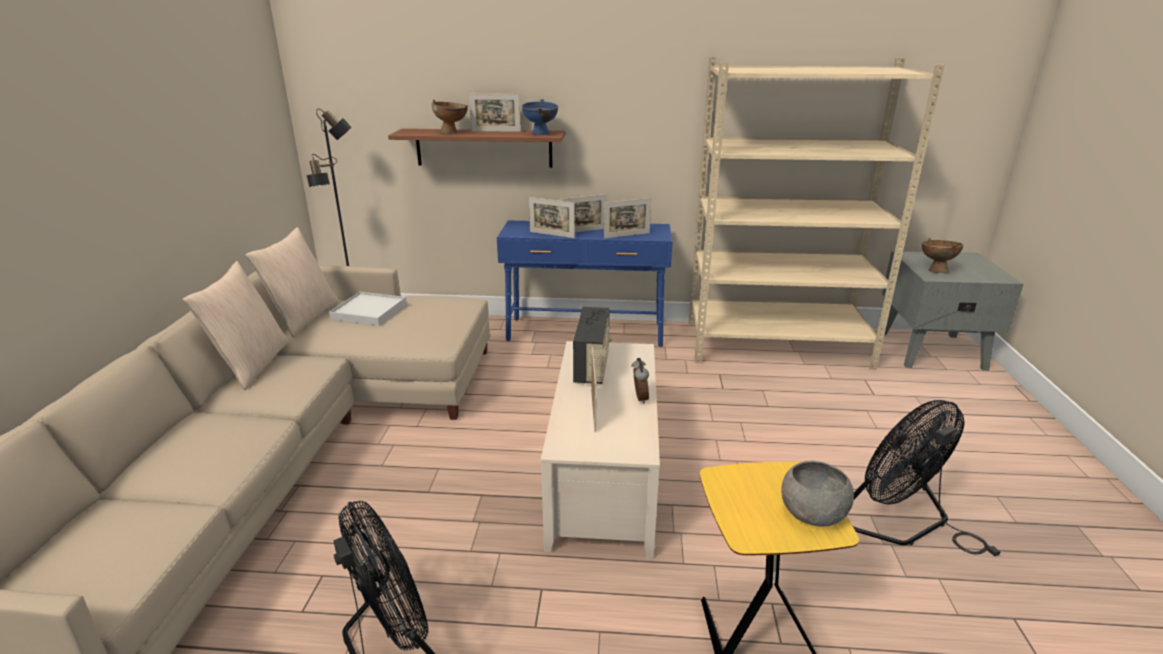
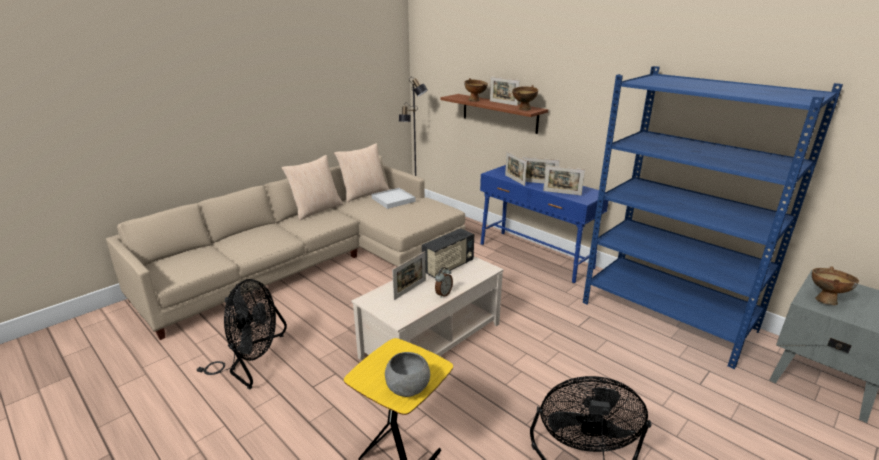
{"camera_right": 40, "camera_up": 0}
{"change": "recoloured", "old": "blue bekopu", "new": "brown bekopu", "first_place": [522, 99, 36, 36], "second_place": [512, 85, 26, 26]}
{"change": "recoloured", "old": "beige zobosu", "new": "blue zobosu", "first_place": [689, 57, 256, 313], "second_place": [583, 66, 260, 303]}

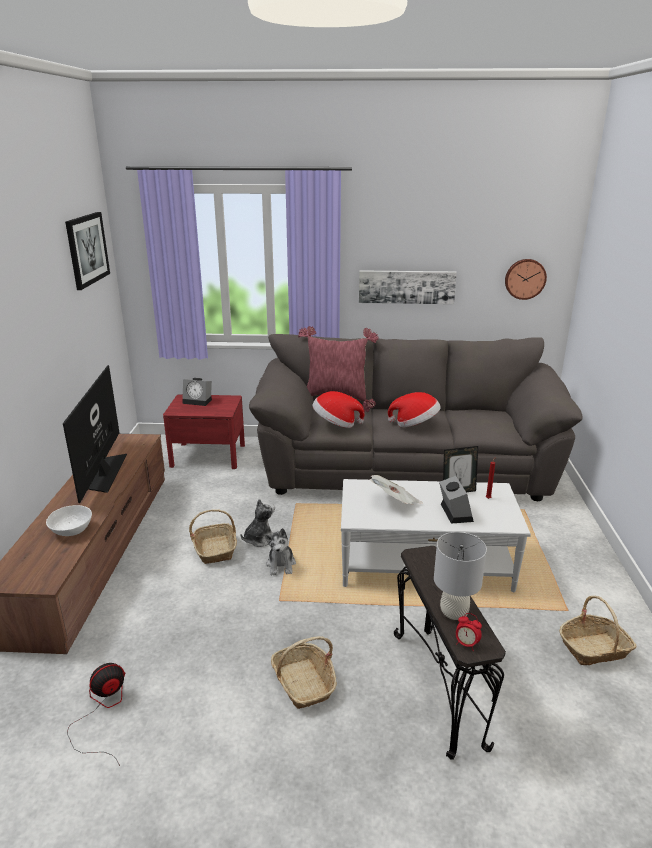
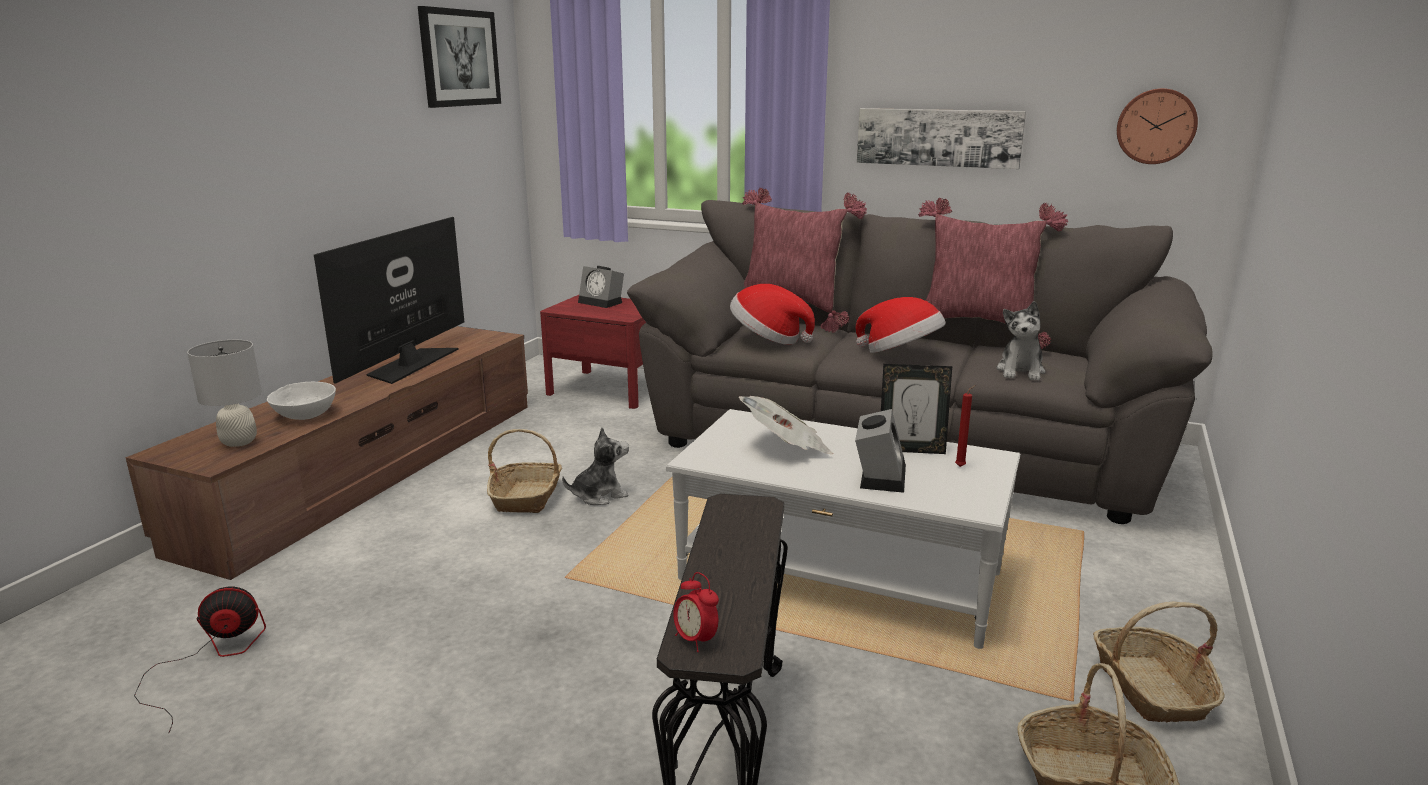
{"camera_right": 20, "camera_up": -5}
{"change": "added", "new": "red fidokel", "second_place": [918, 198, 150, 150]}
{"change": "moved", "old": "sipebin", "first_place": [264, 528, 32, 47], "second_place": [996, 301, 50, 80]}
{"change": "moved", "old": "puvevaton", "first_place": [271, 636, 66, 73], "second_place": [1093, 601, 132, 122]}
{"change": "moved", "old": "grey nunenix", "first_place": [434, 532, 53, 88], "second_place": [187, 340, 75, 107]}

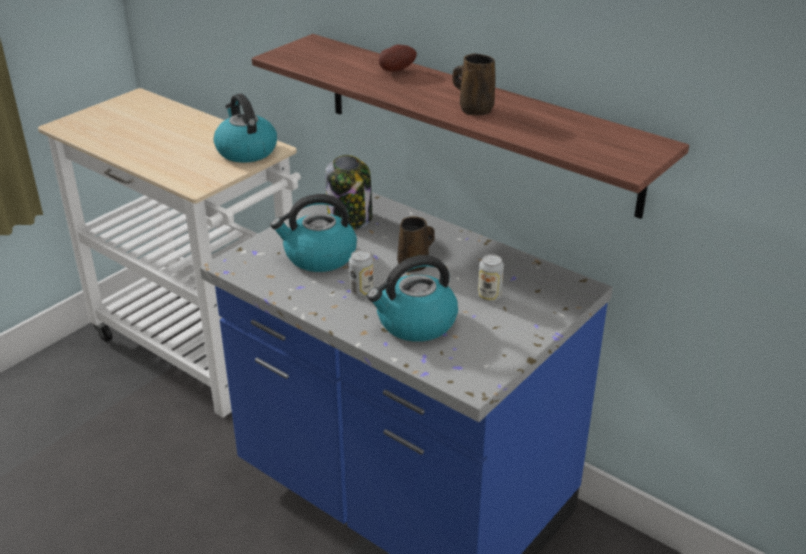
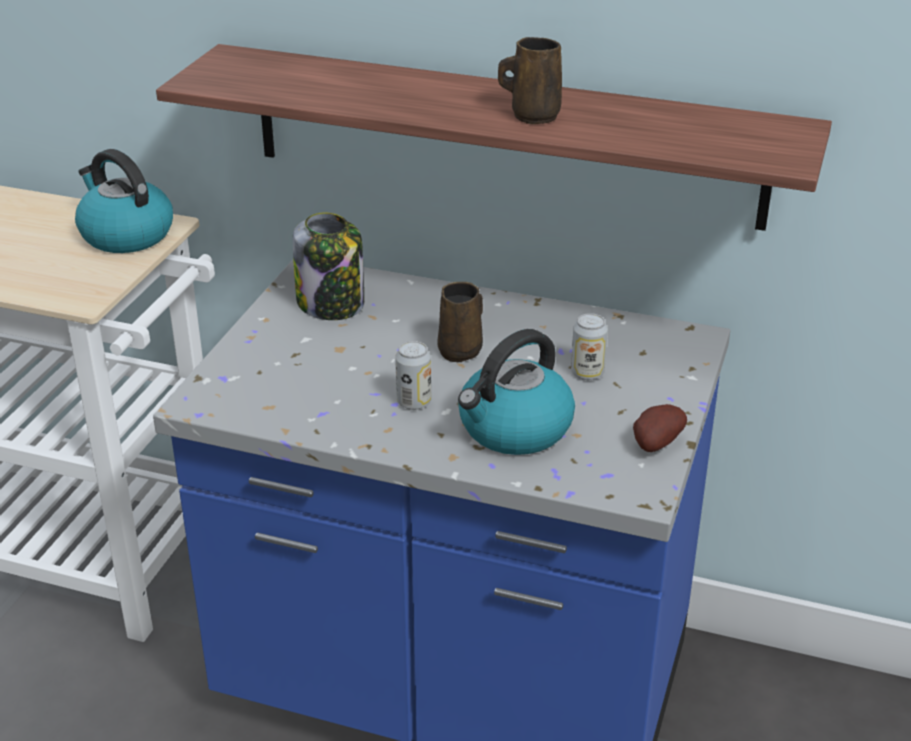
{"camera_right": -20, "camera_up": 0}
{"change": "removed", "old": "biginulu", "first_place": [270, 194, 87, 78]}
{"change": "moved", "old": "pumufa", "first_place": [379, 44, 38, 27], "second_place": [633, 404, 54, 48]}

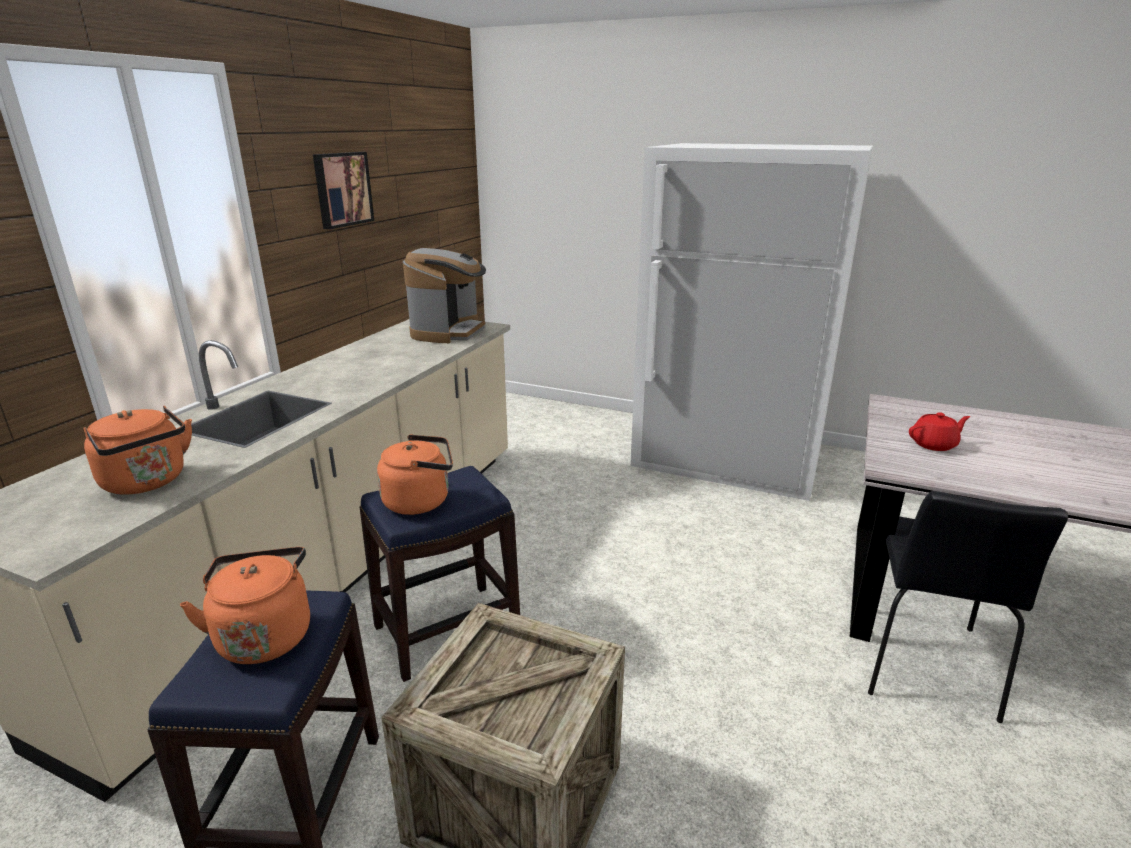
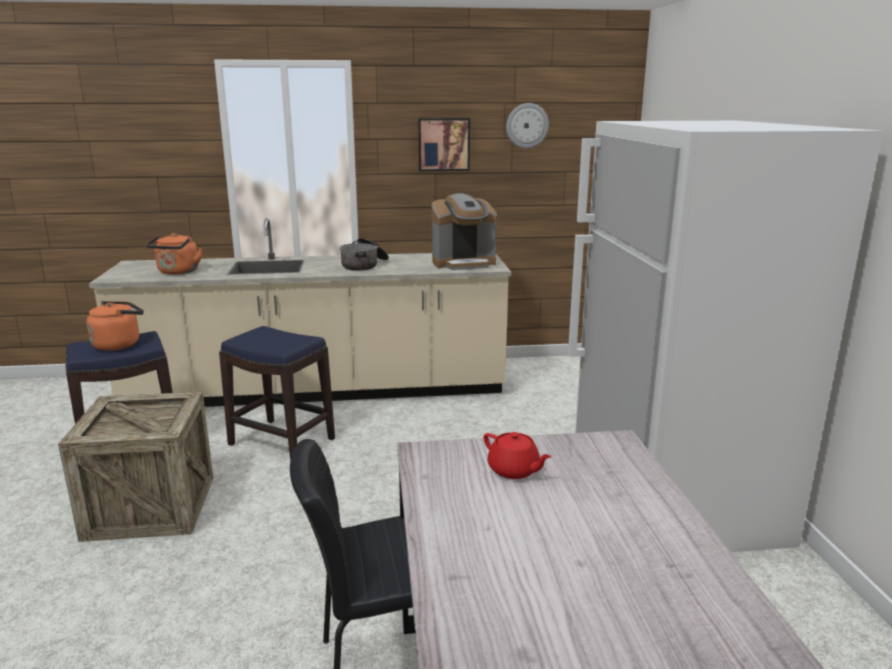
{"camera_right": 60, "camera_up": -5}
{"change": "removed", "old": "orange biginulu", "first_place": [377, 435, 76, 80]}
{"change": "added", "new": "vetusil", "second_place": [340, 238, 49, 33]}
{"change": "added", "new": "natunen", "second_place": [506, 103, 43, 45]}

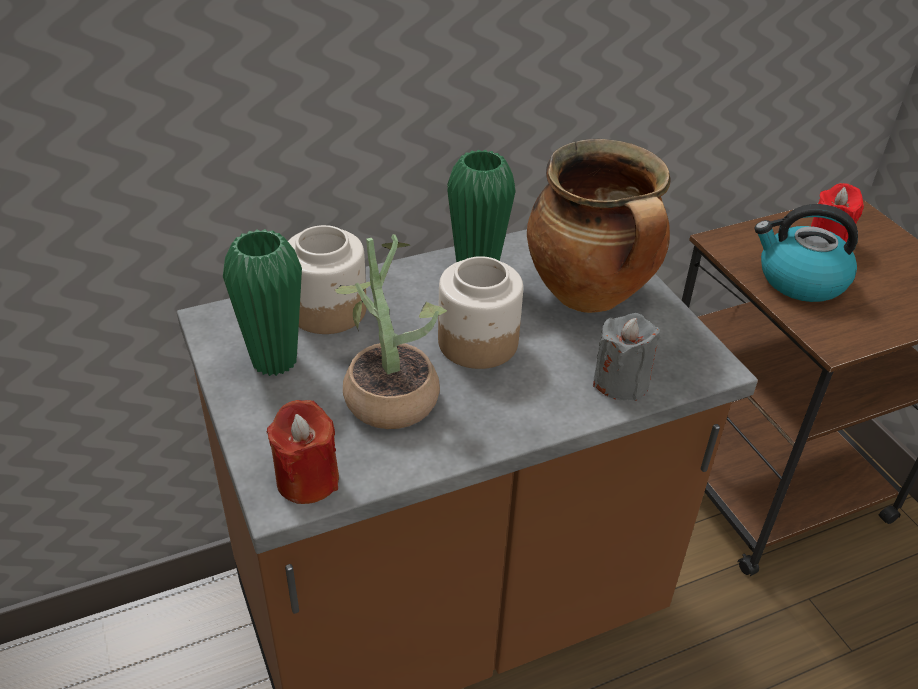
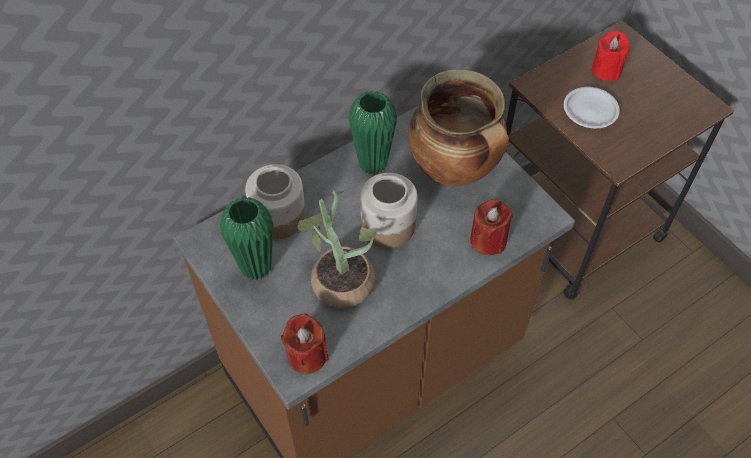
{"camera_right": -10, "camera_up": 15}
{"change": "replaced", "old": "biginulu", "new": "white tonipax", "first_place": [755, 204, 103, 98], "second_place": [564, 87, 56, 41]}
{"change": "recoloured", "old": "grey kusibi", "new": "red kusibi", "first_place": [593, 313, 67, 88], "second_place": [470, 199, 43, 56]}

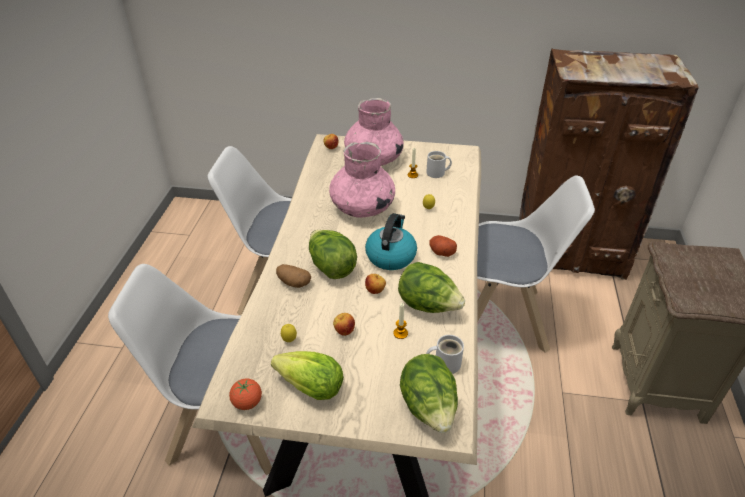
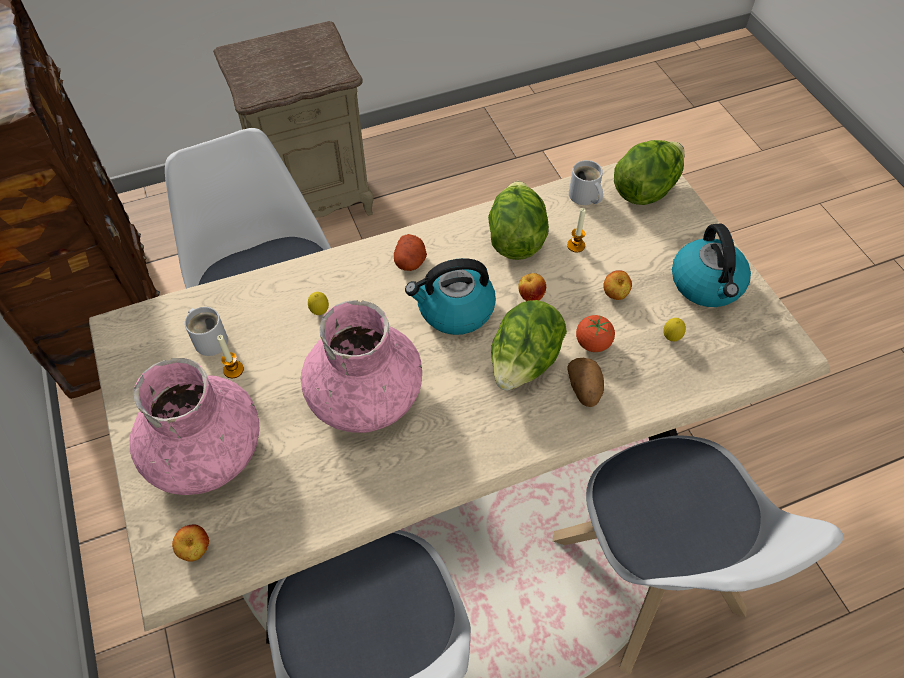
{"camera_right": -120, "camera_up": 15}
{"change": "moved", "old": "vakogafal", "first_place": [229, 379, 33, 31], "second_place": [576, 315, 39, 37]}
{"change": "replaced", "old": "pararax", "new": "biginulu", "first_place": [271, 351, 73, 49], "second_place": [672, 223, 79, 84]}

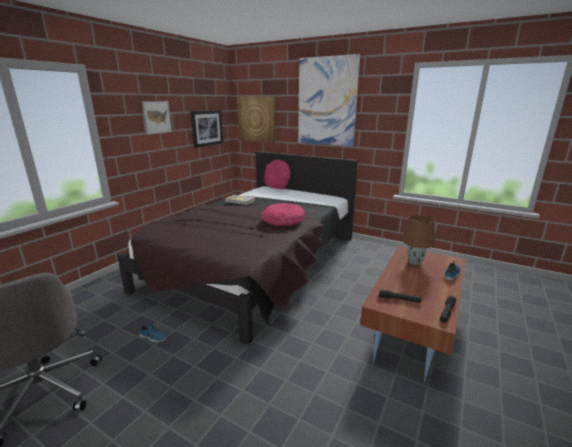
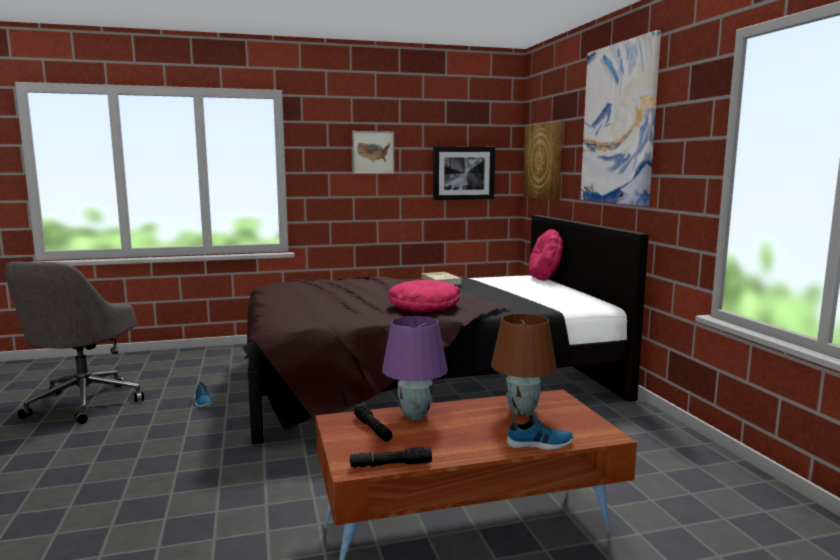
{"camera_right": 45, "camera_up": -10}
{"change": "added", "new": "purple nunenix", "second_place": [382, 316, 66, 104]}

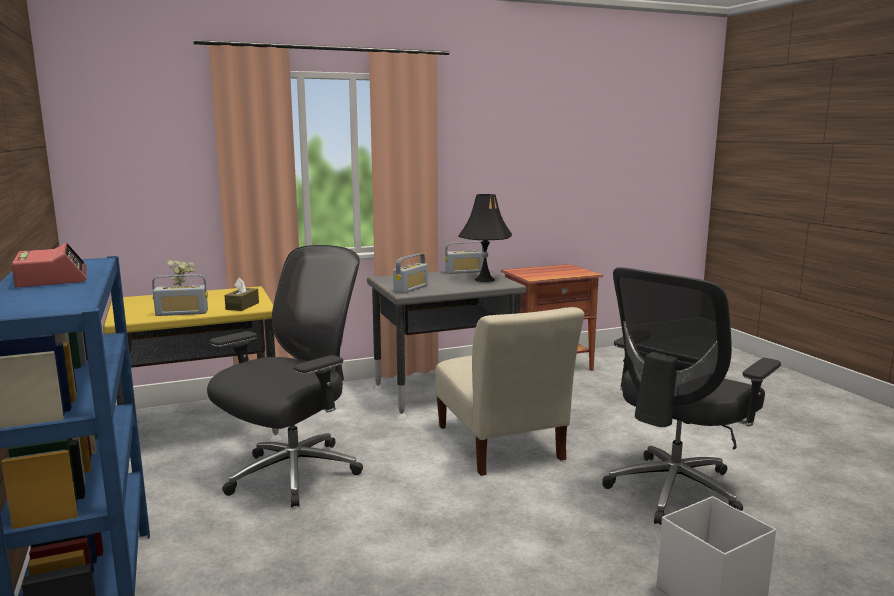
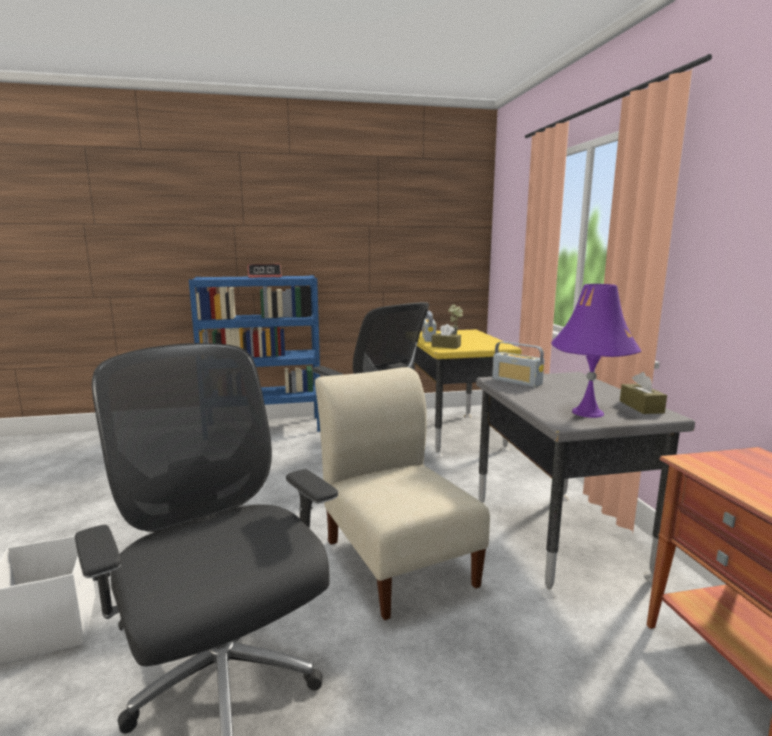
{"camera_right": 100, "camera_up": 0}
{"change": "replaced", "old": "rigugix", "new": "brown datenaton", "first_place": [445, 241, 39, 33], "second_place": [620, 372, 47, 42]}
{"change": "recoloured", "old": "black nunenix", "new": "purple nunenix", "first_place": [458, 194, 54, 88], "second_place": [551, 284, 90, 134]}
{"change": "turned", "old": "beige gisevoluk", "first_place": [435, 307, 149, 169], "second_place": [315, 367, 175, 253], "degrees": 75}

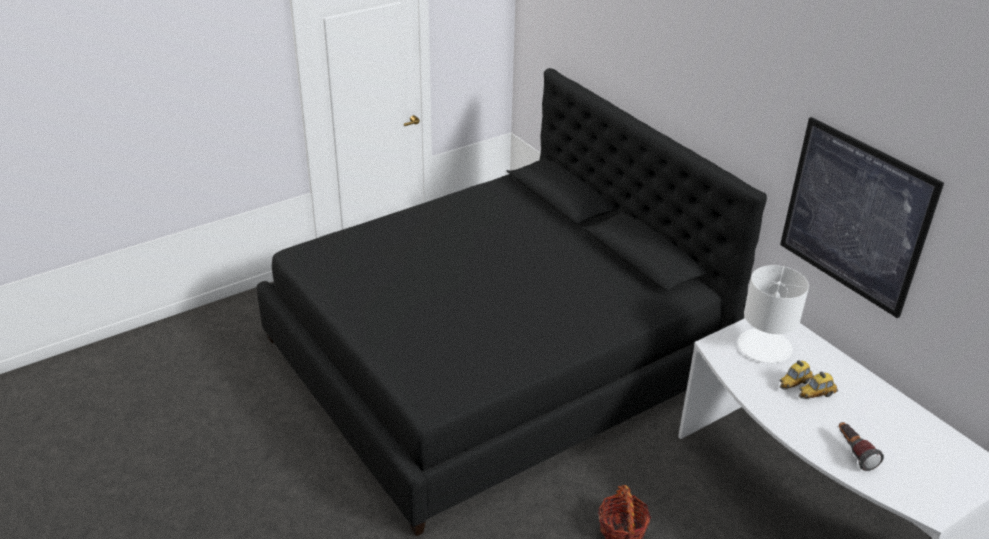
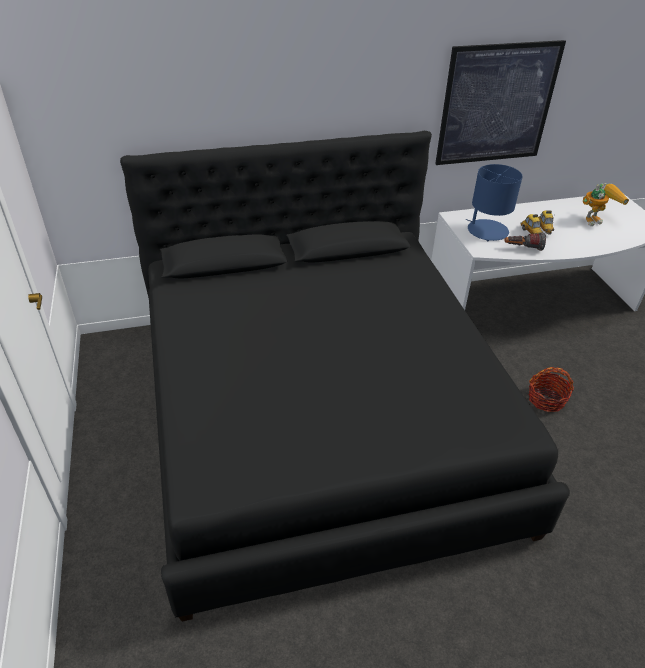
{"camera_right": -70, "camera_up": 5}
{"change": "added", "new": "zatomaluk", "second_place": [583, 183, 46, 43]}
{"change": "moved", "old": "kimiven", "first_place": [839, 422, 45, 49], "second_place": [504, 232, 42, 19]}
{"change": "recoloured", "old": "white nunenix", "new": "blue nunenix", "first_place": [738, 265, 71, 98], "second_place": [466, 164, 57, 77]}

